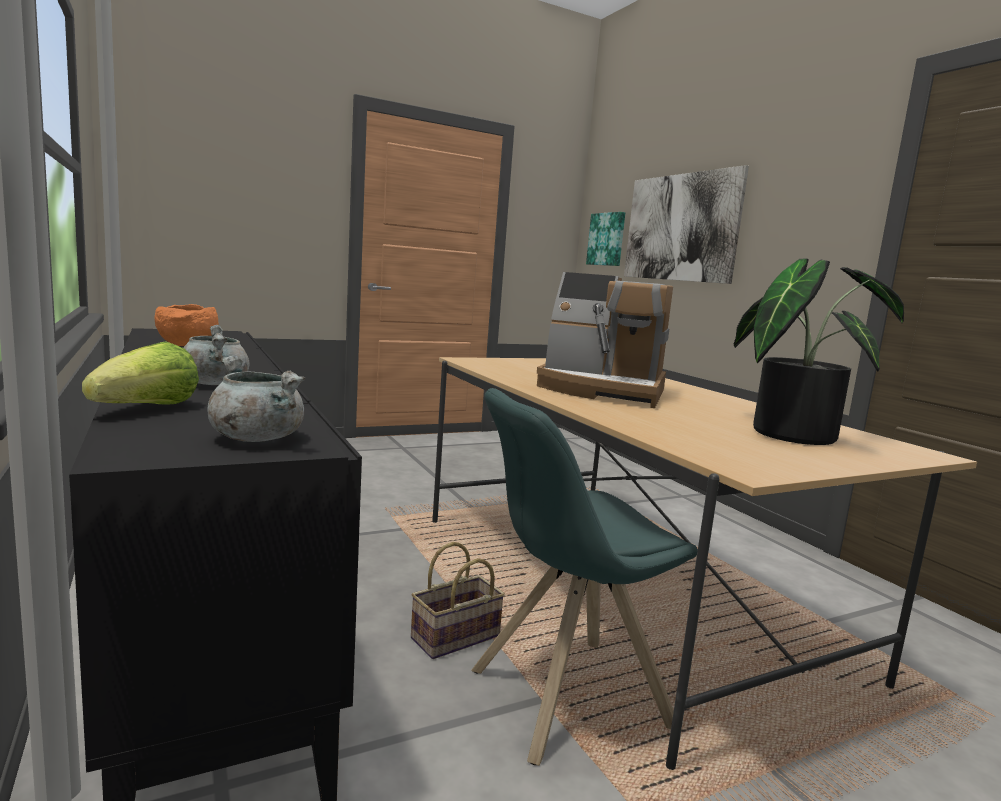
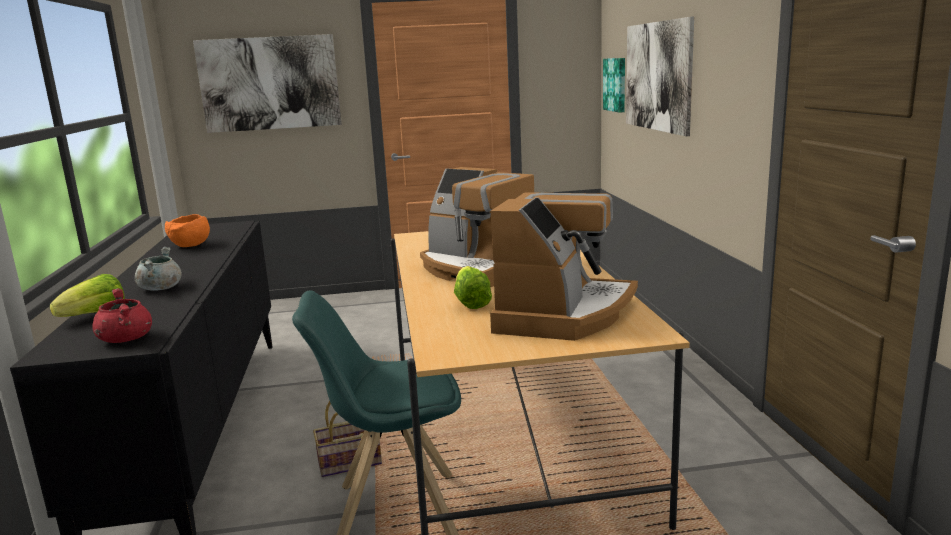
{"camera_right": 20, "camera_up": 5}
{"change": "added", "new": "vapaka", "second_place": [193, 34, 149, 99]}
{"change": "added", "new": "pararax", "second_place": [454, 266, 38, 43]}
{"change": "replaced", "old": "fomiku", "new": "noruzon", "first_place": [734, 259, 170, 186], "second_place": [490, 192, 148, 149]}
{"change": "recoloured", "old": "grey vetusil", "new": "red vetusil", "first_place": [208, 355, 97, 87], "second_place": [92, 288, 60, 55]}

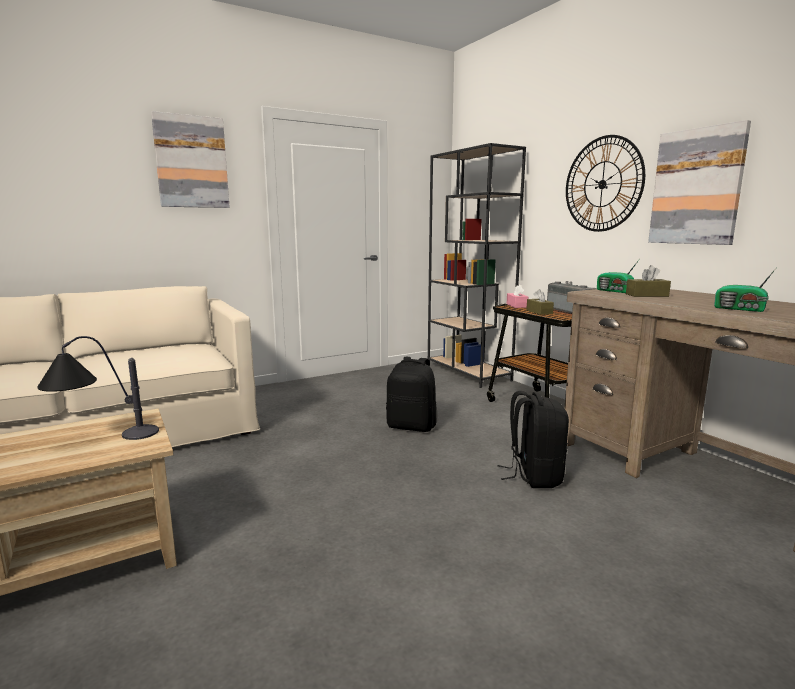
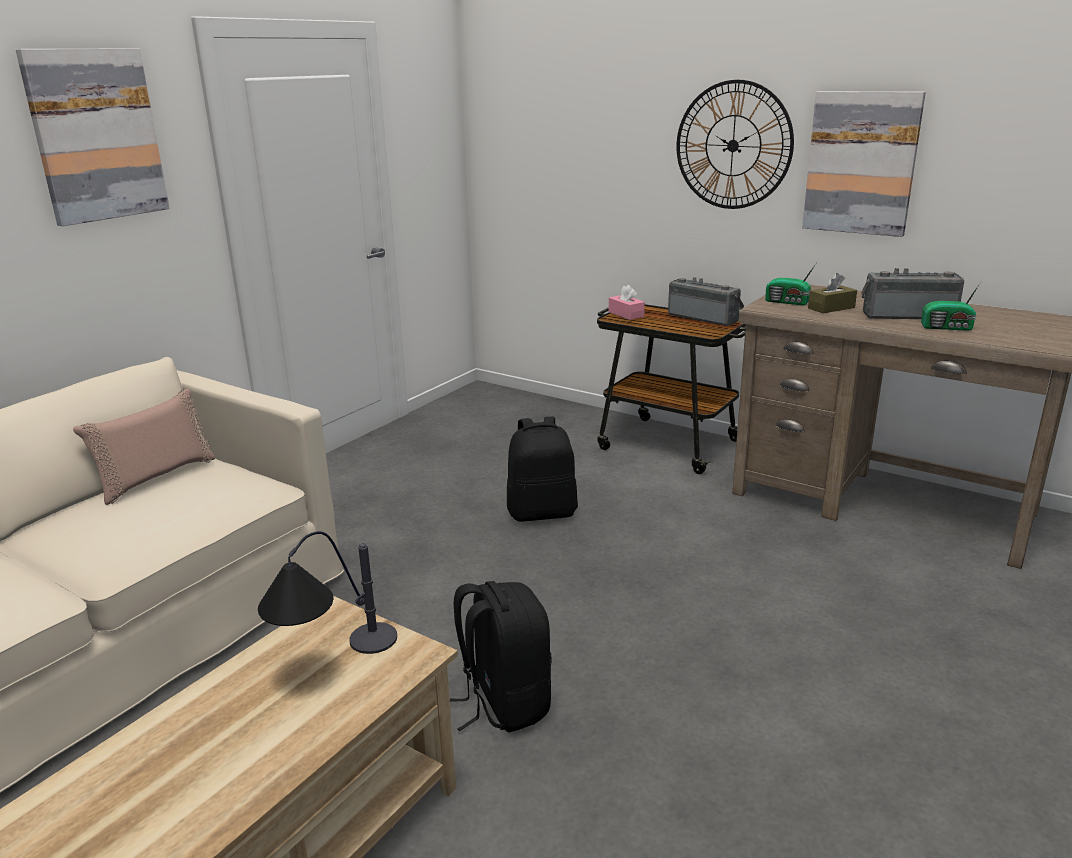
{"camera_right": -25, "camera_up": 10}
{"change": "removed", "old": "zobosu", "first_place": [428, 143, 98, 245]}
{"change": "removed", "old": "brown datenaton", "first_place": [526, 289, 28, 26]}
{"change": "added", "new": "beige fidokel", "second_place": [73, 389, 142, 116]}
{"change": "added", "new": "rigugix", "second_place": [862, 268, 102, 51]}
{"change": "moved", "old": "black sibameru", "first_place": [498, 391, 71, 97], "second_place": [450, 581, 102, 151]}

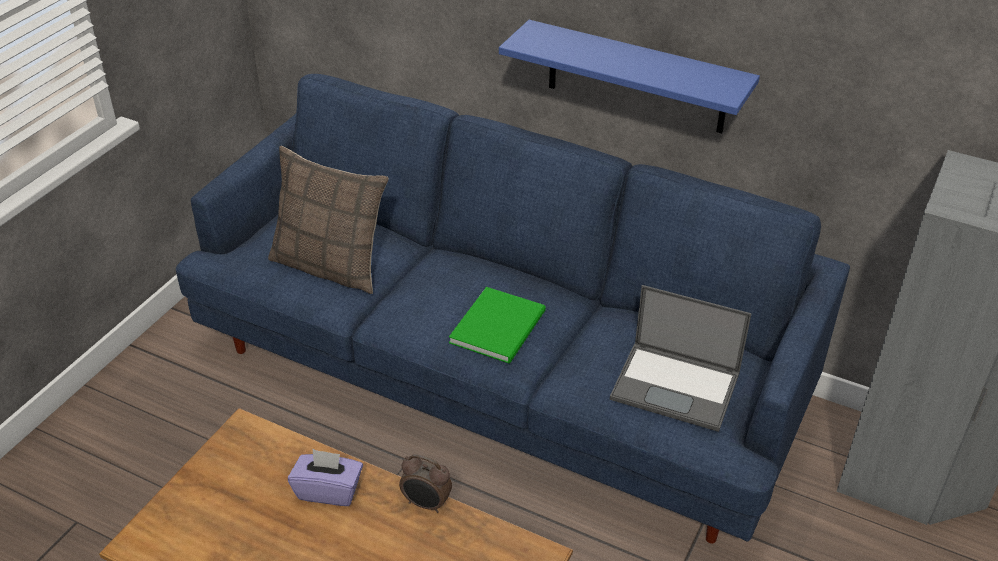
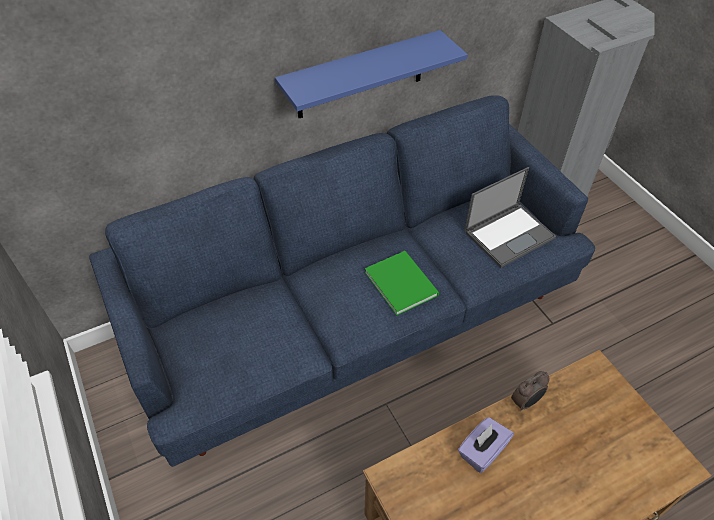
{"camera_right": -55, "camera_up": 10}
{"change": "removed", "old": "fidokel", "first_place": [268, 146, 120, 148]}

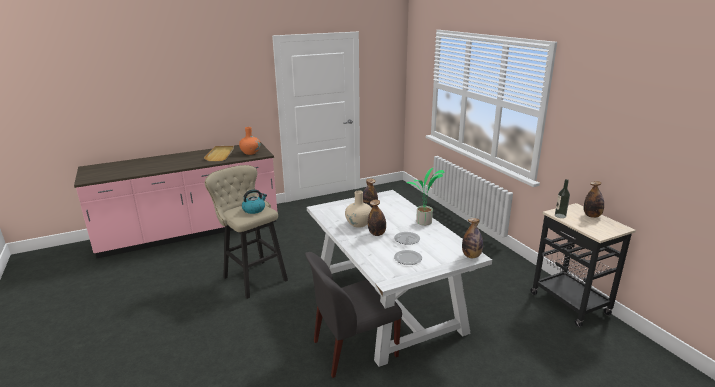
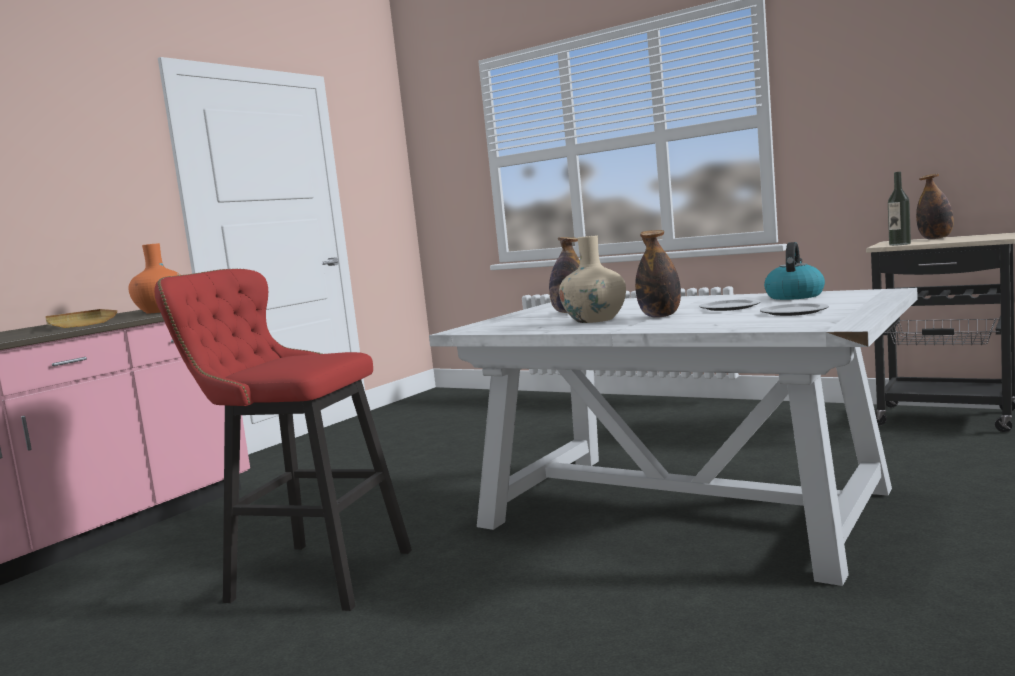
{"camera_right": -30, "camera_up": -15}
{"change": "removed", "old": "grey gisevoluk", "first_place": [305, 252, 97, 126]}
{"change": "removed", "old": "fomiku", "first_place": [406, 167, 38, 59]}
{"change": "removed", "old": "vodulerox", "first_place": [462, 218, 21, 40]}
{"change": "moved", "old": "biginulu", "first_place": [242, 189, 25, 25], "second_place": [764, 242, 61, 58]}
{"change": "recoloured", "old": "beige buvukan", "new": "red buvukan", "first_place": [205, 165, 83, 134], "second_place": [155, 269, 257, 342]}

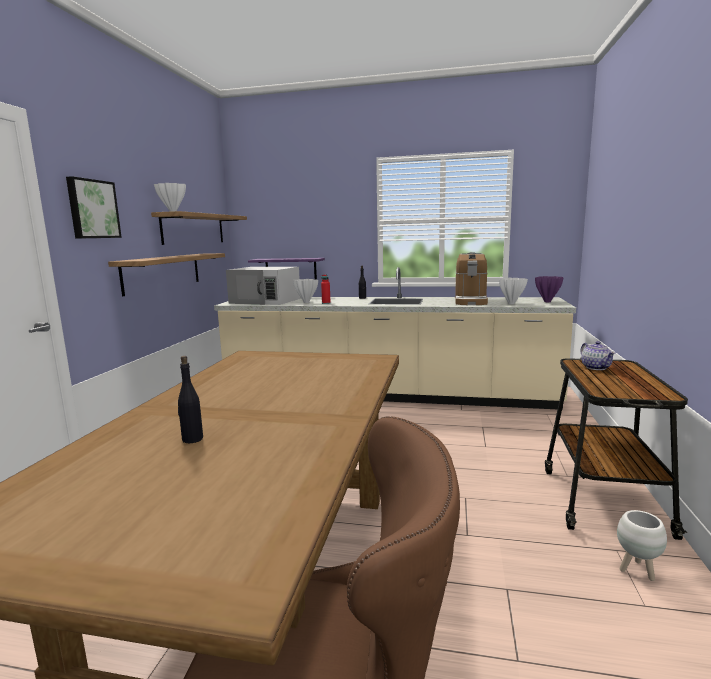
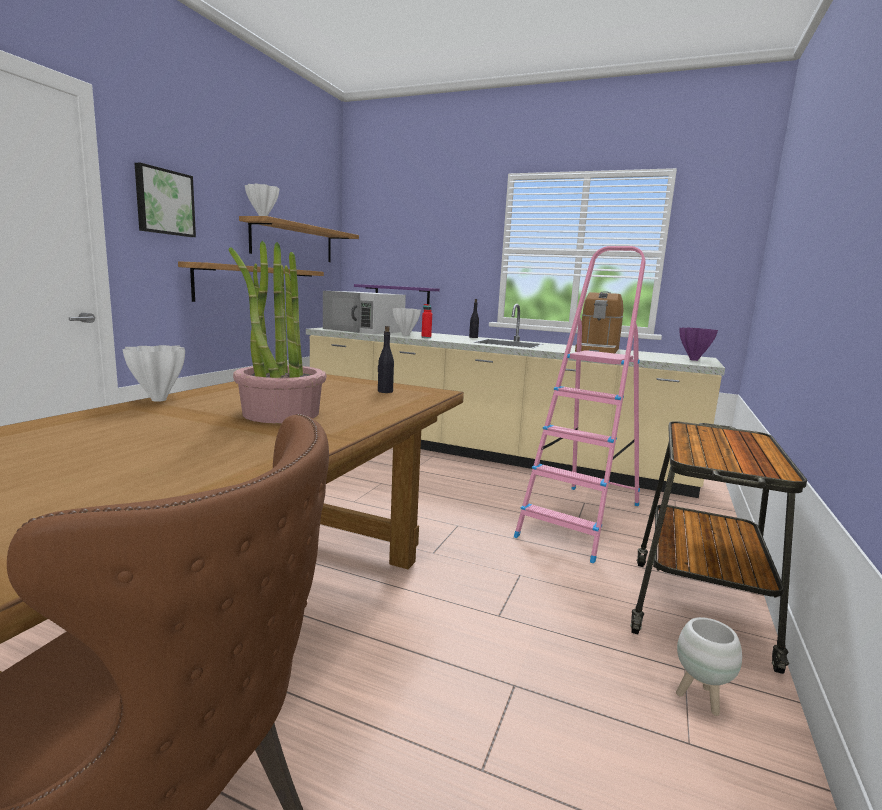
{"camera_right": 10, "camera_up": 0}
{"change": "removed", "old": "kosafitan", "first_place": [580, 341, 36, 29]}
{"change": "added", "new": "fomiku", "second_place": [228, 241, 98, 182]}
{"change": "added", "new": "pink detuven", "second_place": [514, 246, 132, 317]}
{"change": "moved", "old": "black vodulerox", "first_place": [178, 356, 25, 87], "second_place": [378, 326, 16, 67]}
{"change": "moved", "old": "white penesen", "first_place": [499, 278, 29, 26], "second_place": [122, 345, 63, 57]}

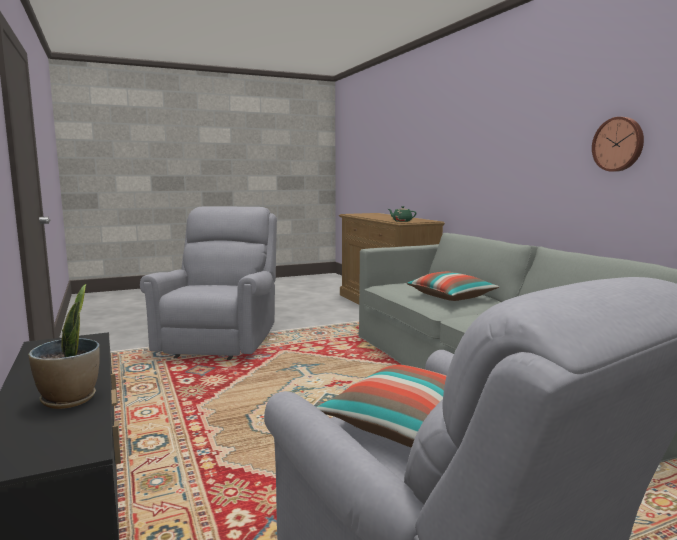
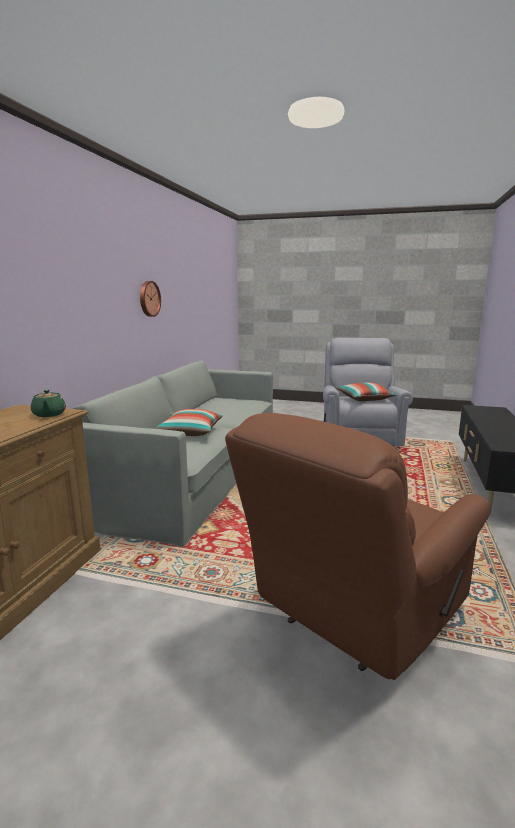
{"camera_right": -140, "camera_up": 5}
{"change": "removed", "old": "fomiku", "first_place": [28, 284, 72, 125]}
{"change": "recoloured", "old": "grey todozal", "new": "brown todozal", "first_place": [140, 207, 137, 153], "second_place": [225, 413, 265, 267]}

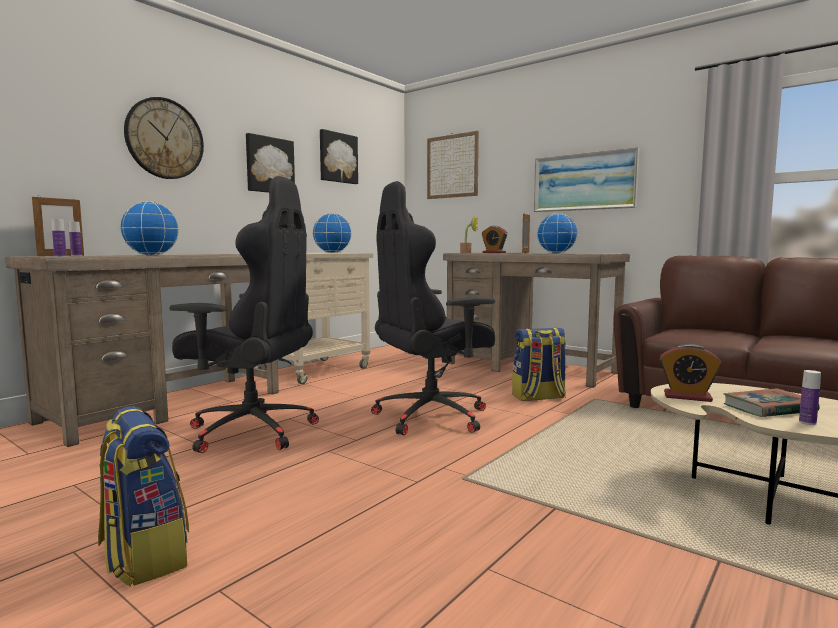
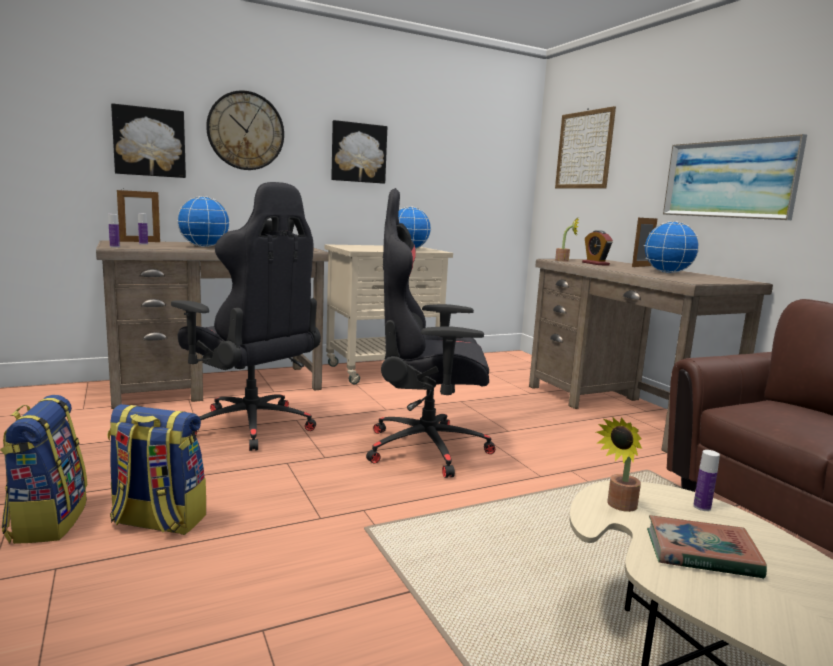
{"camera_right": 25, "camera_up": 5}
{"change": "moved", "old": "vapaka", "first_place": [320, 129, 38, 55], "second_place": [111, 103, 75, 75]}
{"change": "moved", "old": "sibameru", "first_place": [512, 328, 54, 73], "second_place": [107, 404, 99, 131]}
{"change": "moved", "old": "vodulerox", "first_place": [799, 370, 22, 55], "second_place": [693, 450, 27, 61]}
{"change": "replaced", "old": "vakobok", "new": "fomiku", "first_place": [660, 344, 62, 58], "second_place": [596, 417, 46, 95]}

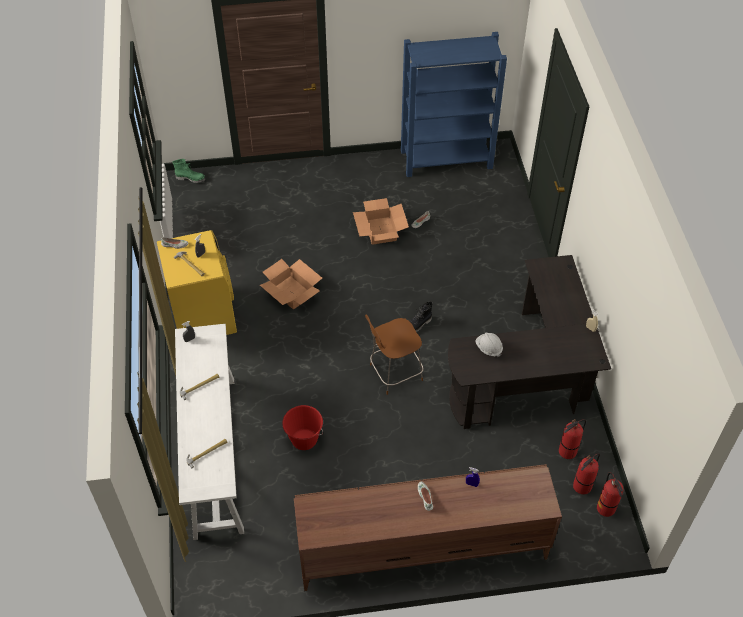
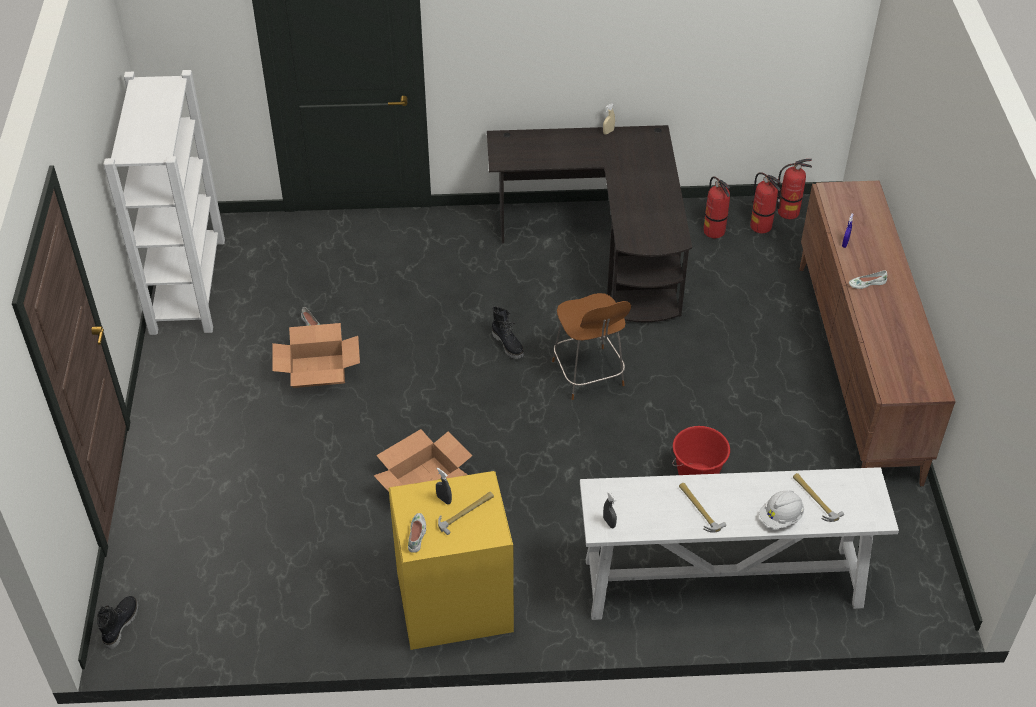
{"camera_right": -85, "camera_up": -5}
{"change": "moved", "old": "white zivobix", "first_place": [475, 333, 28, 25], "second_place": [759, 491, 45, 38]}
{"change": "recoloured", "old": "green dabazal", "new": "black dabazal", "first_place": [172, 159, 34, 24], "second_place": [97, 596, 42, 54]}
{"change": "recoloured", "old": "blue zobosu", "new": "white zobosu", "first_place": [401, 32, 106, 145], "second_place": [104, 70, 121, 265]}

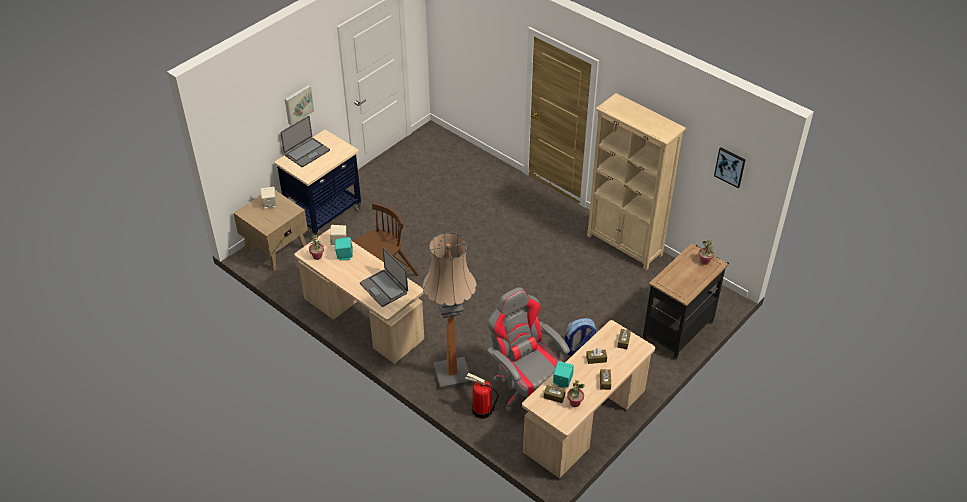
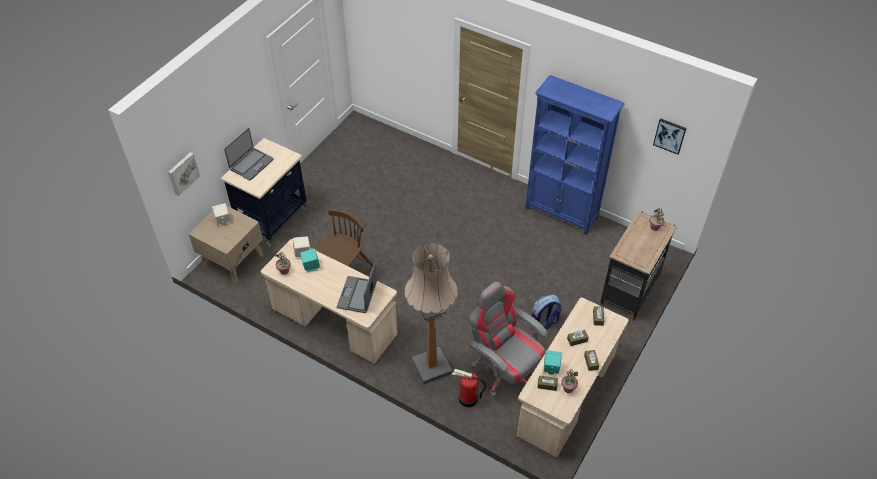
{"camera_right": -10, "camera_up": 5}
{"change": "moved", "old": "vapaka", "first_place": [285, 85, 29, 41], "second_place": [168, 152, 32, 44]}
{"change": "recoloured", "old": "beige zobosu", "new": "blue zobosu", "first_place": [587, 93, 99, 177], "second_place": [525, 75, 100, 160]}
{"change": "turned", "old": "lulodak", "first_place": [360, 248, 48, 59], "second_place": [337, 263, 40, 50], "degrees": 60}

